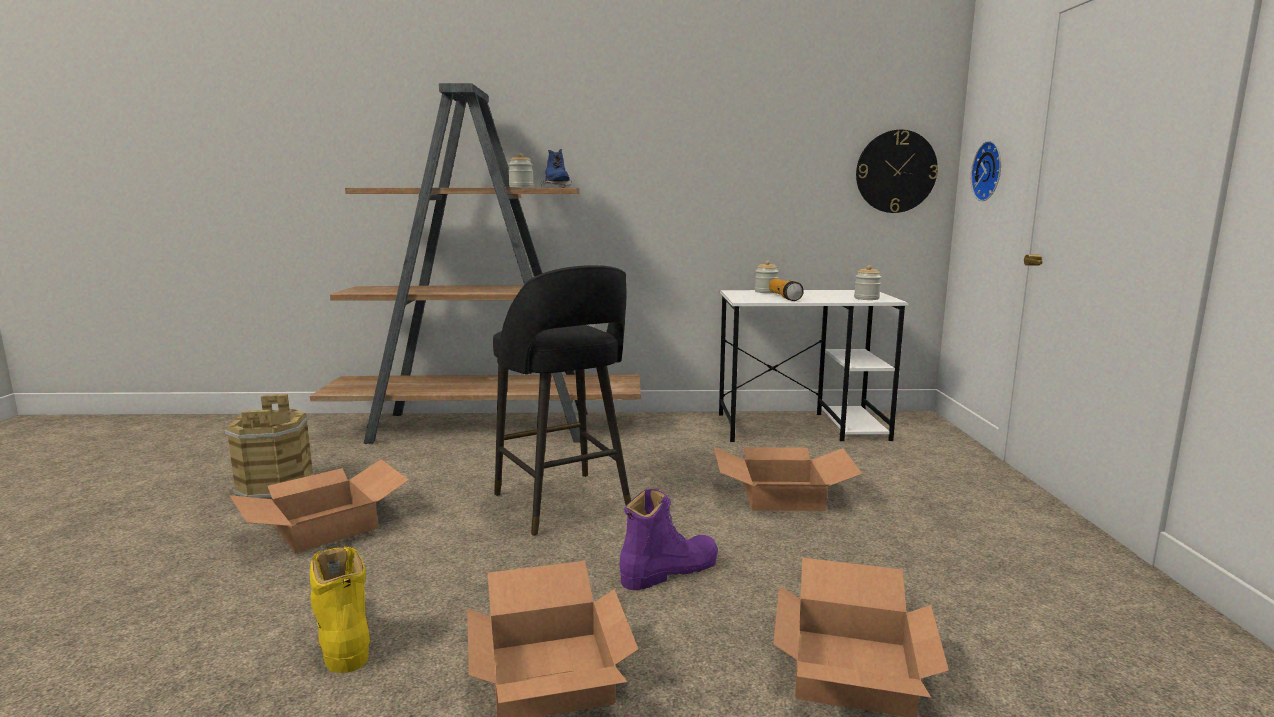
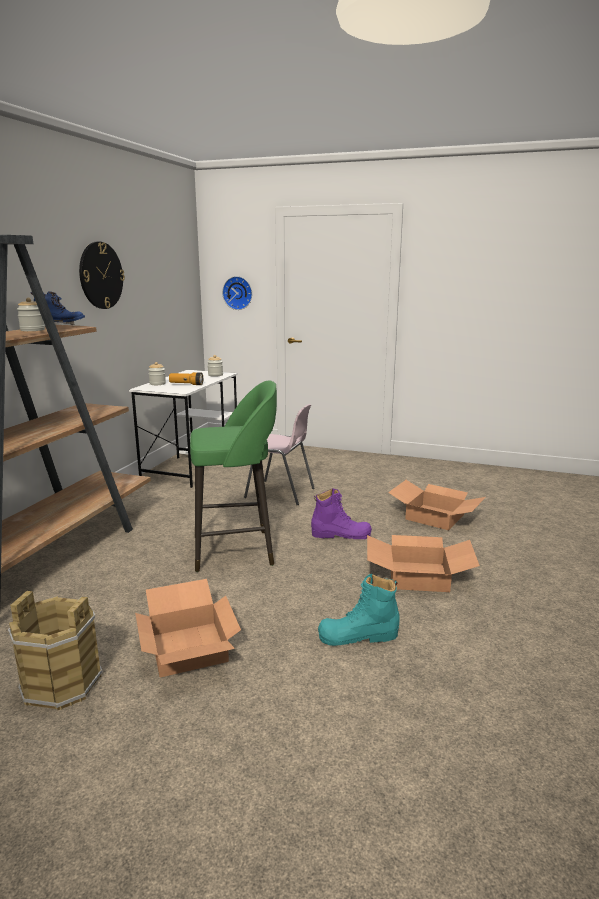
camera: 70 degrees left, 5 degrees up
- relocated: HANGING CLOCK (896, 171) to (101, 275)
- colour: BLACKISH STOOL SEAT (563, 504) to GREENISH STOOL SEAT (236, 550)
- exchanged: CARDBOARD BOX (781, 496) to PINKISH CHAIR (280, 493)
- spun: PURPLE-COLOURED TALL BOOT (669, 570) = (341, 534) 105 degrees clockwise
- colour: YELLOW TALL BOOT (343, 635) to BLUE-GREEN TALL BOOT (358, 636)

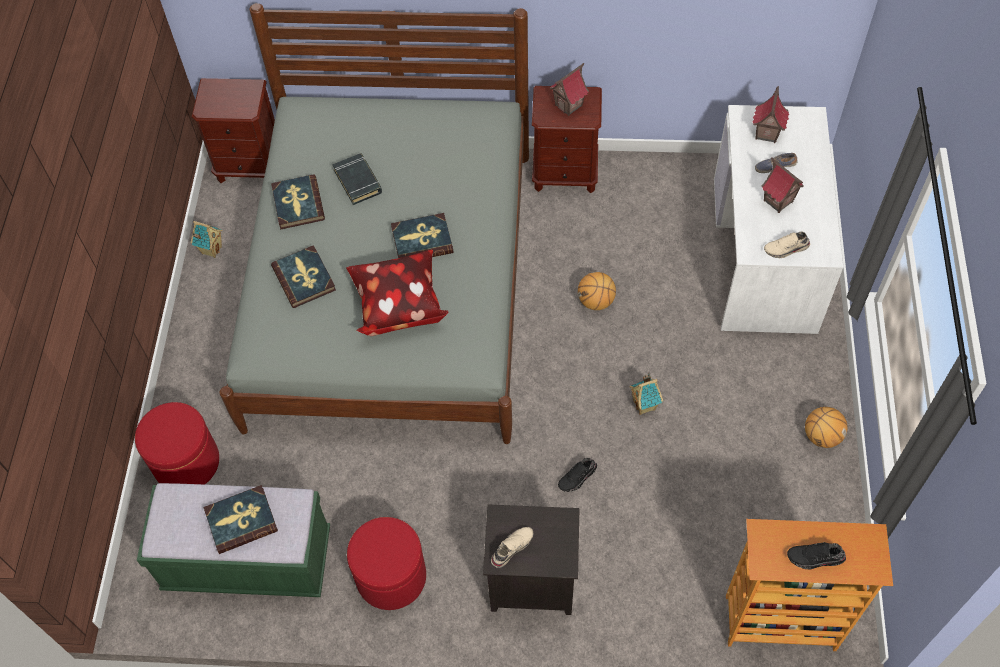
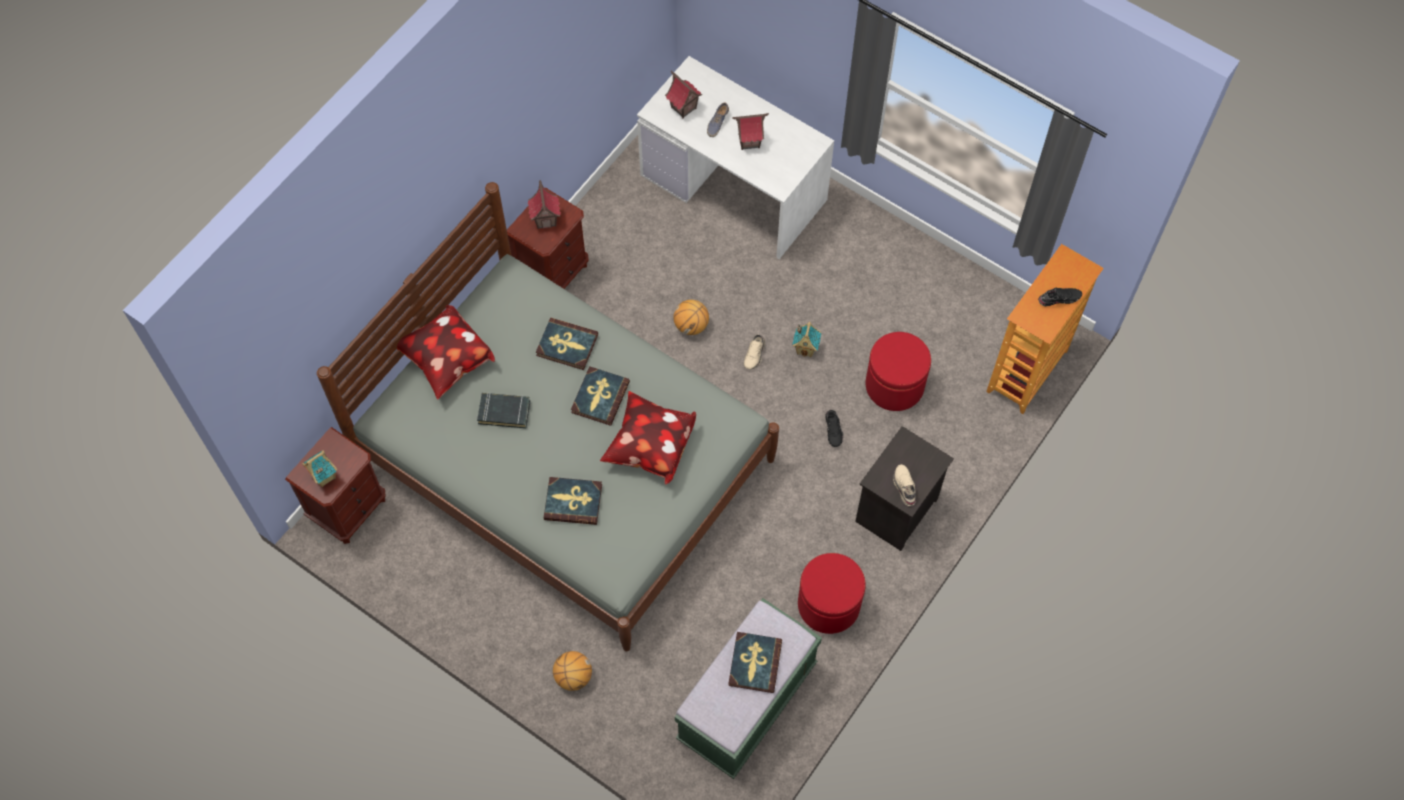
camera: 60 degrees left, 5 degrees up
- relocated: BOOK (298, 204) to (567, 345)
- relocated: MINIATURE HOUSE (211, 250) to (323, 477)
- relocated: SAND-COLOURED SHOE (786, 249) to (755, 354)
- relocated: RED FOOTREST (186, 462) to (894, 385)
- relocated: BASKETBALL (821, 436) to (573, 676)
- spun: BLACKISH SHOE (815, 558) = (1059, 298) 135 degrees counterclockwise
- appeared: THROW PILLOW (447, 362)

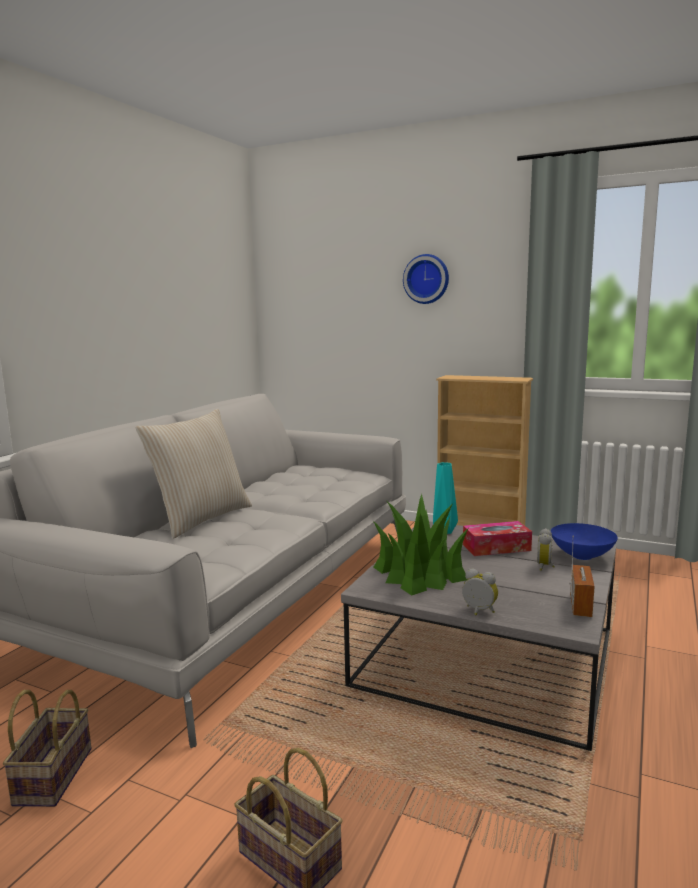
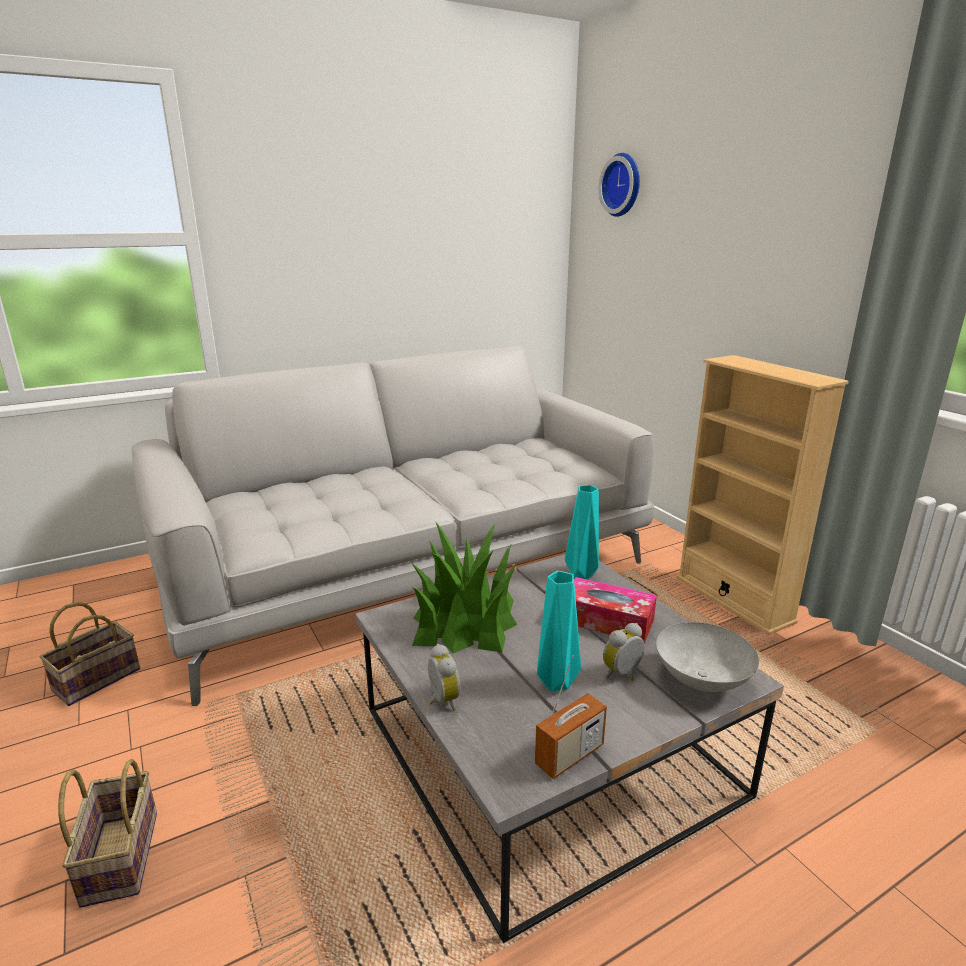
camera: 35 degrees right, 10 degrees up
- relocated: HANGING CLOCK (427, 279) to (623, 185)
- missing: SAND-COLOURED THROW PILLOW (201, 519)
- colour: BLUE DEEP DISH (583, 556) to GRAY DEEP DISH (703, 681)
- appeared: BLUE-GREEN VASE (558, 683)

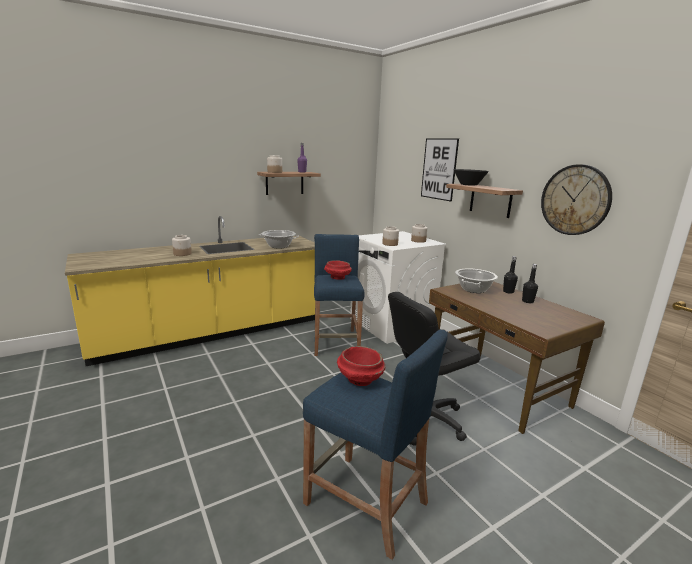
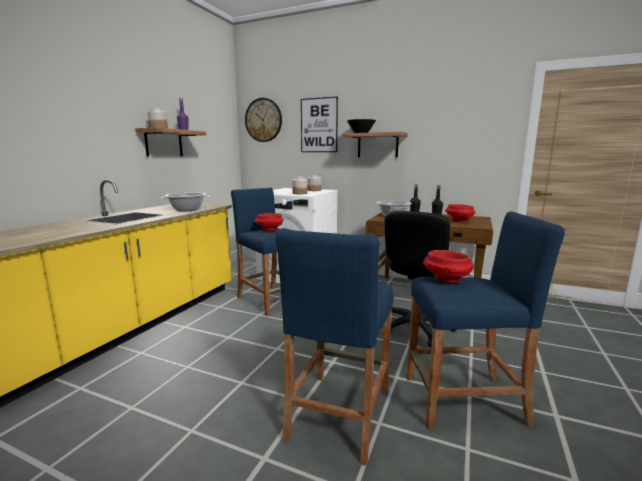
camera: 35 degrees left, 5 degrees down
- relocated: HANGING CLOCK (575, 200) to (263, 120)
- missing: STORAGE JAR (182, 254)
- appeared: RED DEEP DISH (458, 221)
- appeared: BLUE STOOL SEAT (338, 414)

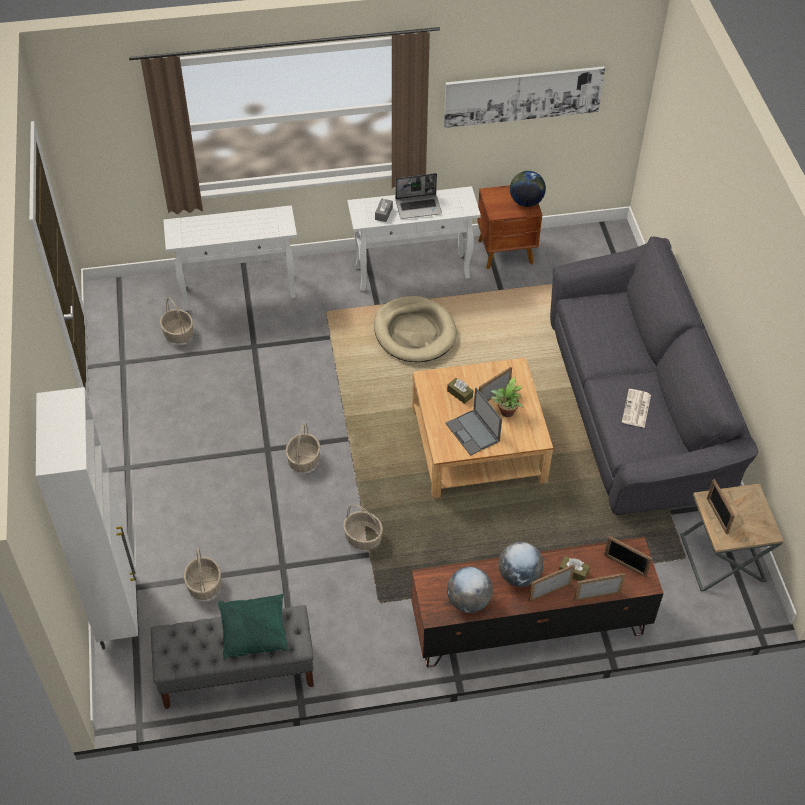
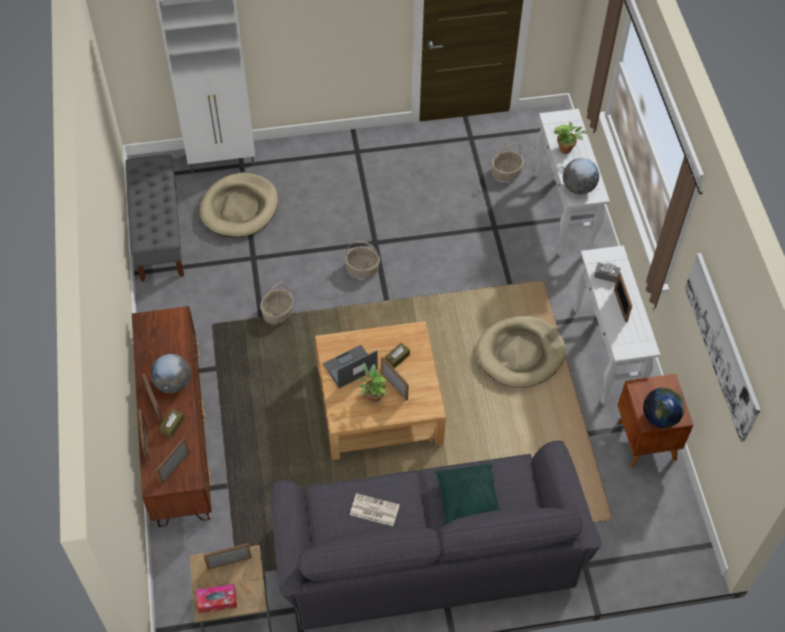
camera: 90 degrees right, 5 degrees up
- exchanged: NOTEBOOK COMPUTER (418, 207) to PHOTO FRAME (620, 305)
- exchanged: HOUSEHOLD BASKET (204, 585) to SAND-COLOURED DOG BED (239, 208)
- relocated: WORLD GLOBE (468, 601) to (578, 187)
- relocated: GREENISH THROW PILLOW (254, 631) to (468, 498)
- appeared: POTTED PLANT (567, 149)
- appeared: TISSUE HOLDER (217, 601)

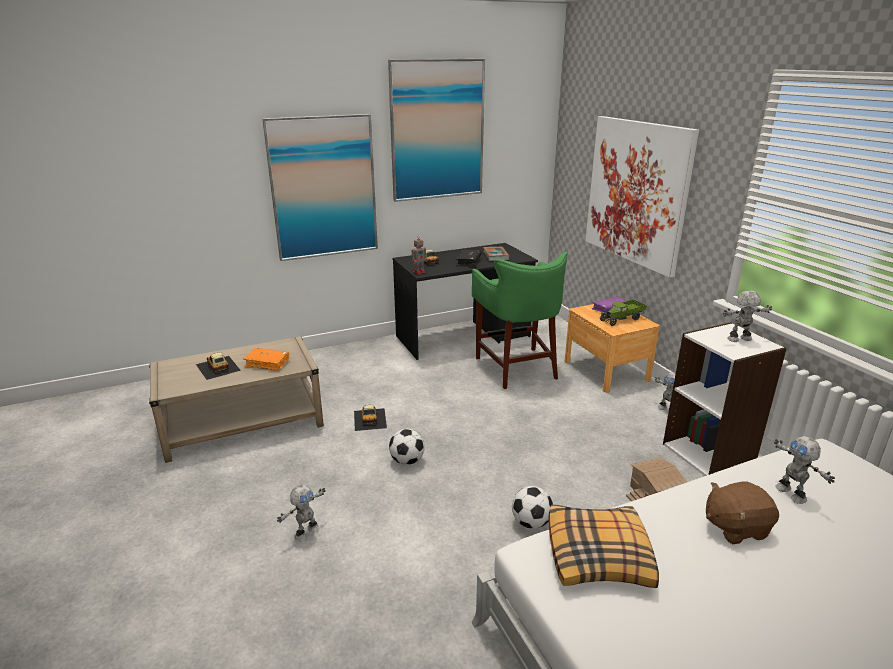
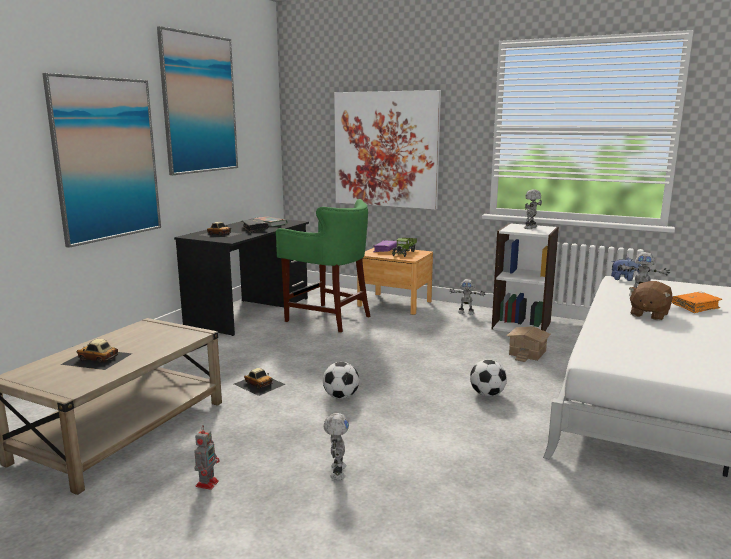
camera: 40 degrees left, 10 degrees down
- relocated: TOY ROBOT (419, 272) to (207, 483)
- relocated: ORANGE-COLOURED BOOK (267, 363) to (695, 307)
- missing: THROW PILLOW (599, 555)
- appeared: PLUSH TOY (624, 279)

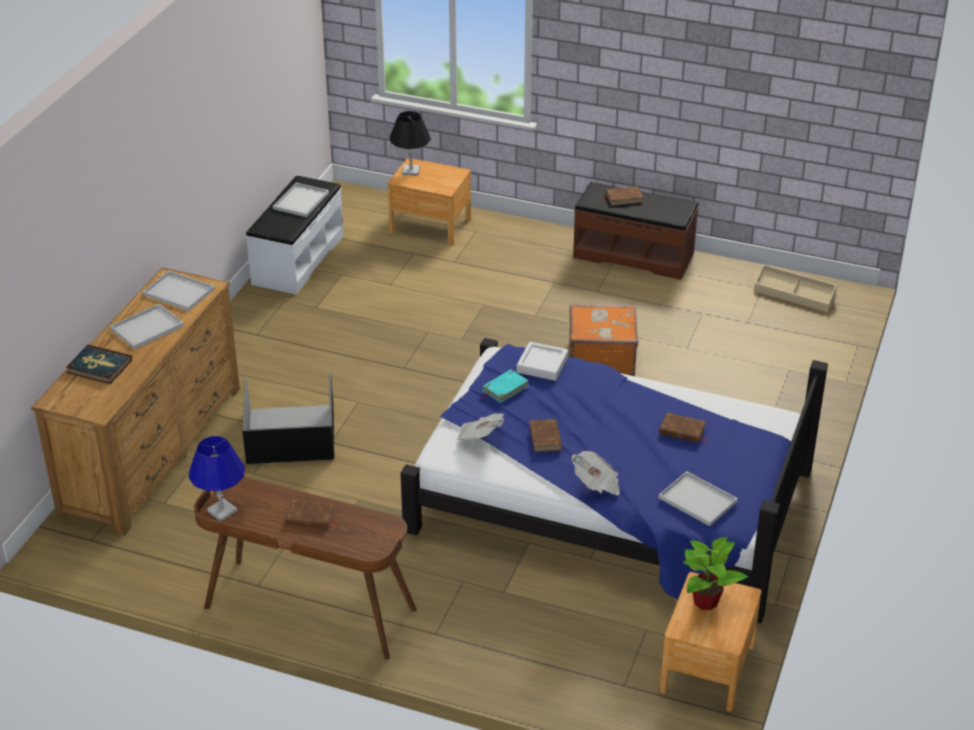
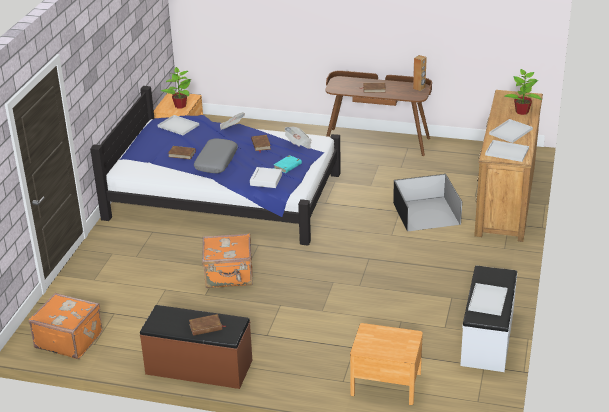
camera: 175 degrees right, 5 degrees down
- missing: BLACKISH TABLETOP LAMP (411, 171)
- exchanged: SAND-COLOURED STORAGE CONTAINER (794, 296) to ORANGE-COLOURED SUITCASE (69, 339)
- exchanged: BOOK (99, 367) to POTTED PLANT (522, 112)
- exchanged: BLUE TABLETOP LAMP (222, 510) to BROWN AUDIO SPEAKER (419, 88)
- appeared: GRAY THROW PILLOW (216, 161)

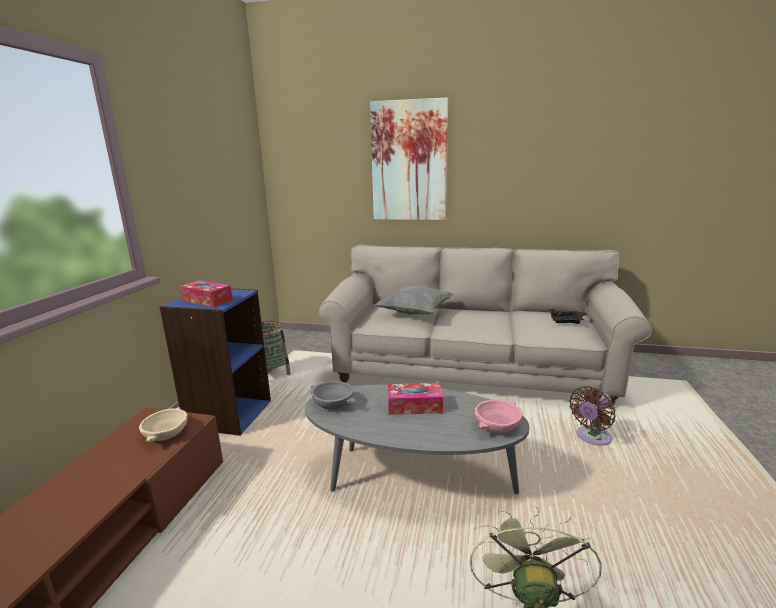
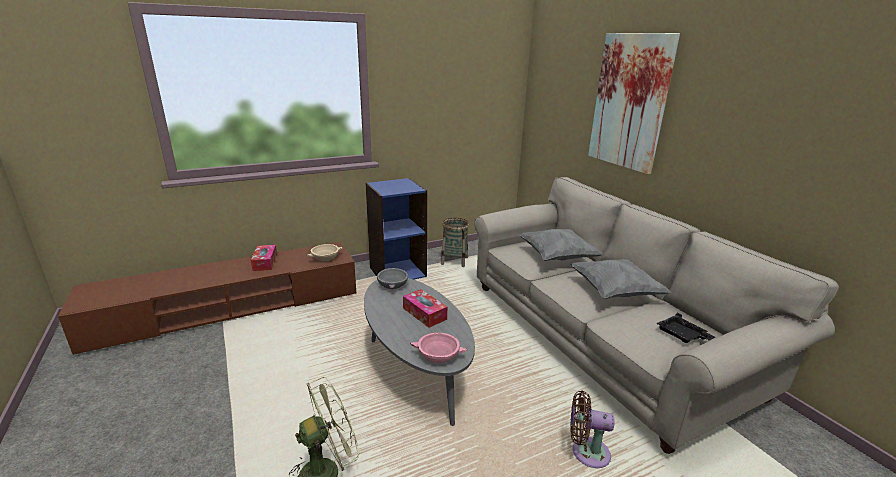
camera: 50 degrees right, 5 degrees up
- relocated: TISSUE HOLDER (207, 300) to (265, 262)
- appeared: GRAY THROW PILLOW (614, 292)

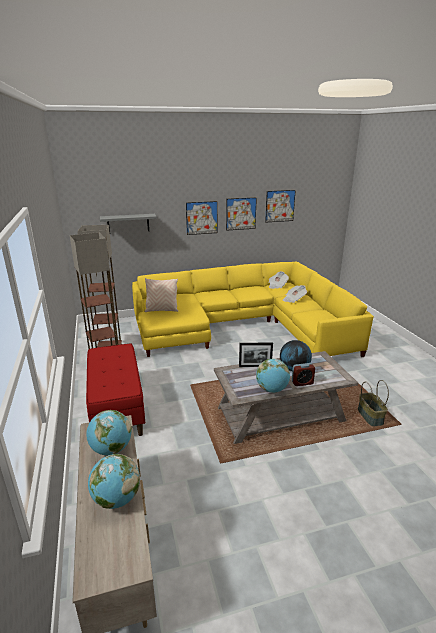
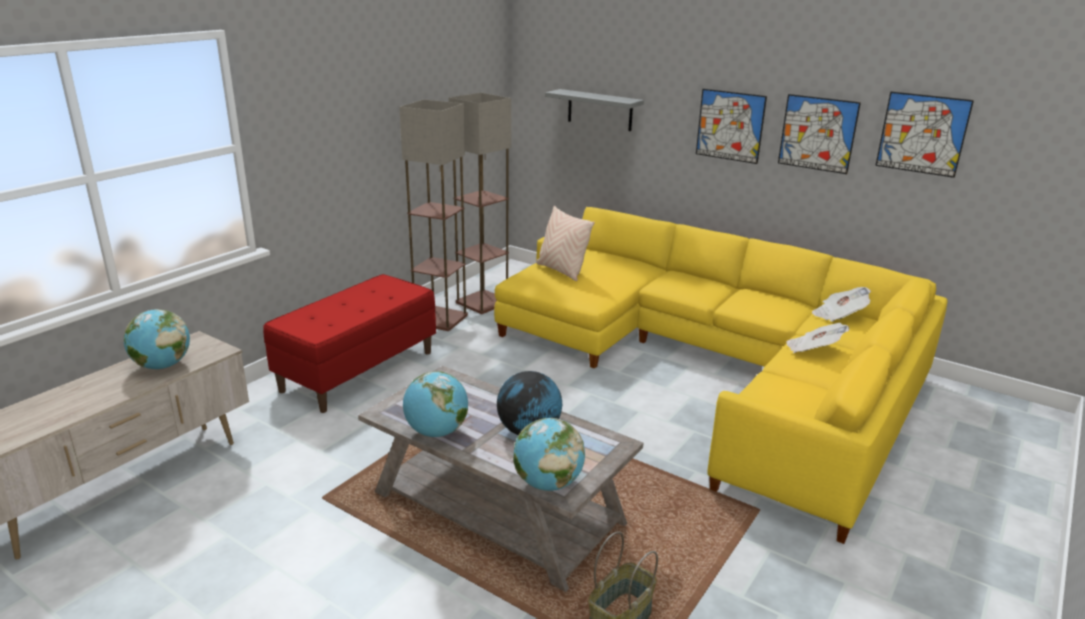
camera: 50 degrees right, 0 degrees up
- missing: PHOTO FRAME (255, 366)
- missing: ALARM CLOCK (302, 383)
- relocated: WORLD GLOBE (116, 499) to (548, 483)

